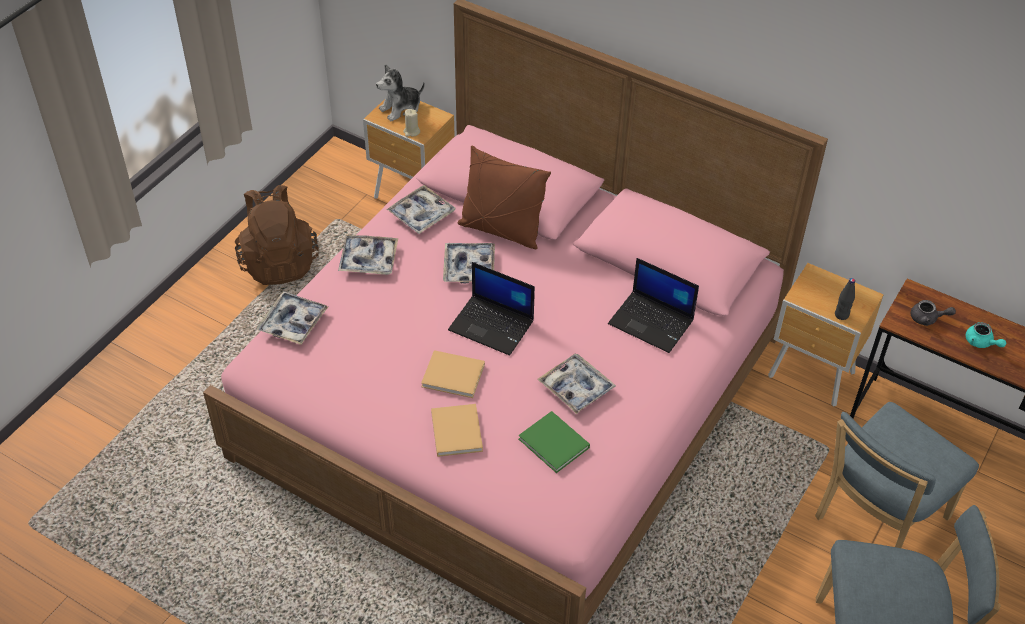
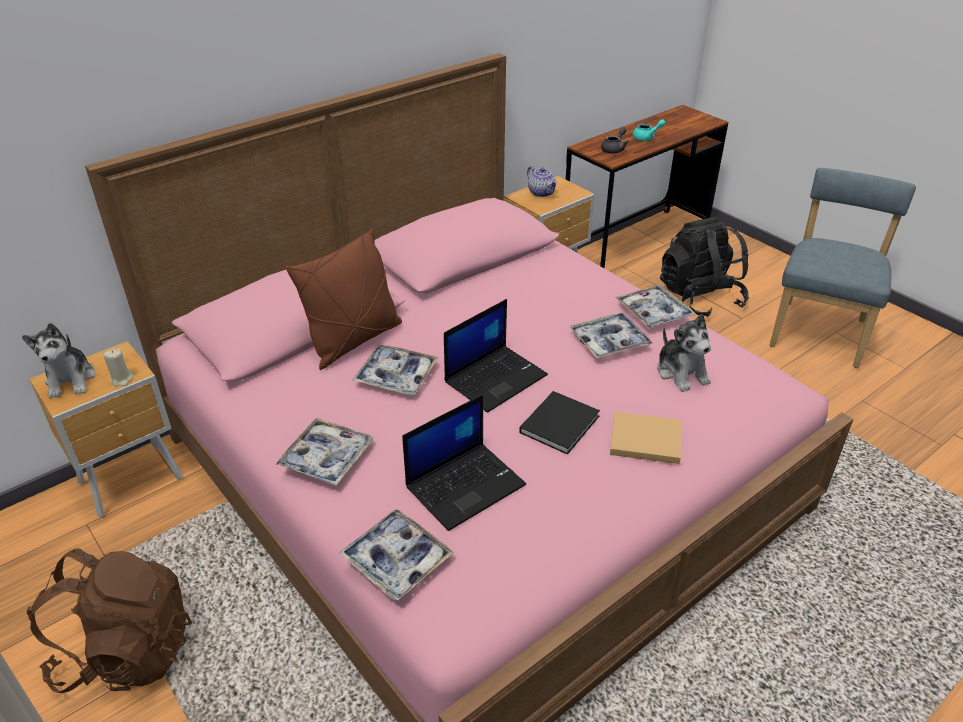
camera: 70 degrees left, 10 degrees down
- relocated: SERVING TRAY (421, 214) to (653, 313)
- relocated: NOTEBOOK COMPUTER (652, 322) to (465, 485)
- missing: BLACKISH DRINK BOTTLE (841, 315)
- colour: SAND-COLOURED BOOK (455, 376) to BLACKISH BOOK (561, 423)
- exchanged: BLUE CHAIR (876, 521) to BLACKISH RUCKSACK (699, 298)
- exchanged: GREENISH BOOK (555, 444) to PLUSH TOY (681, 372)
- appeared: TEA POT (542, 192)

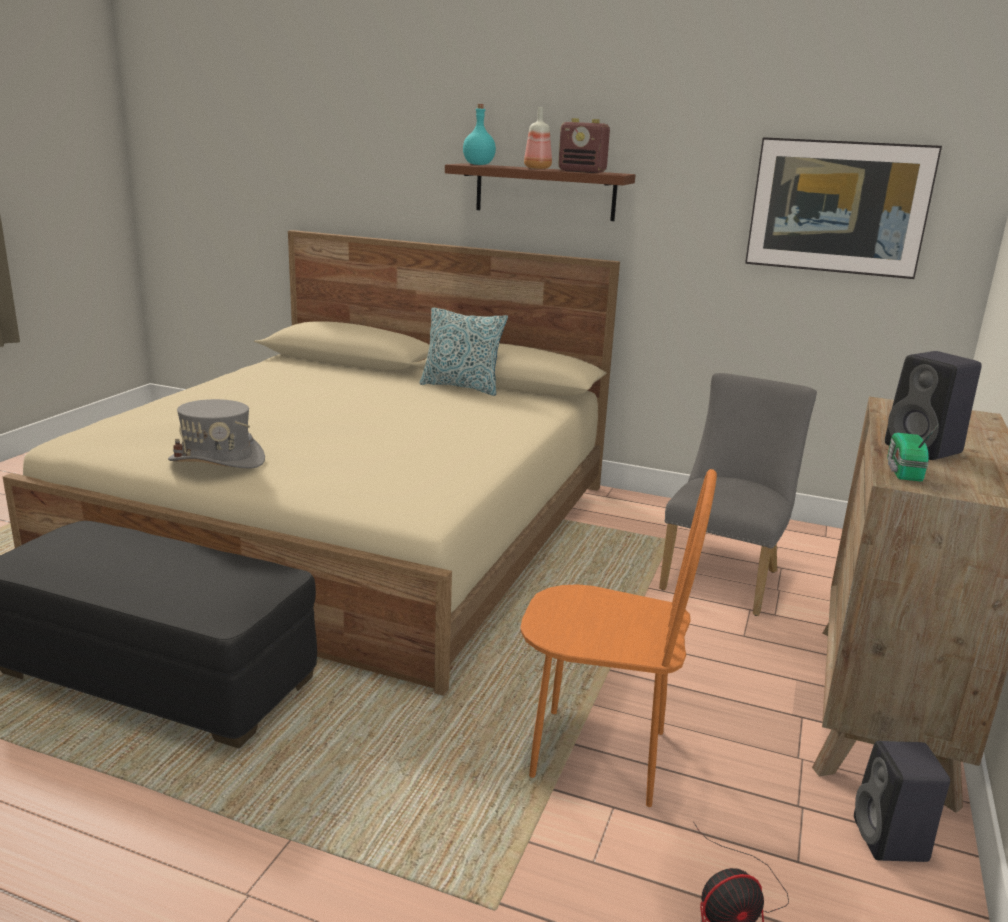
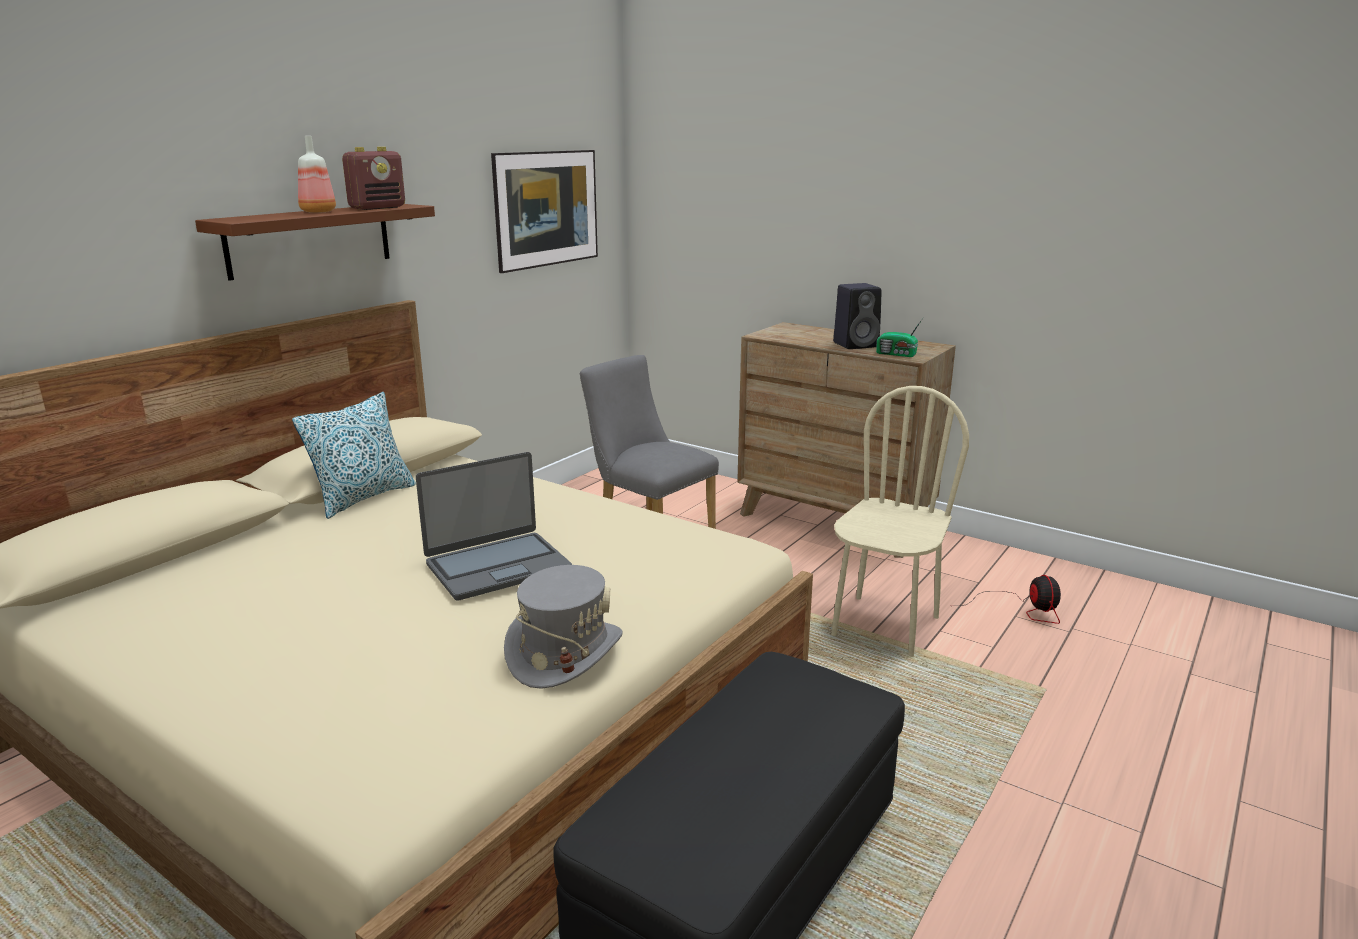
camera: 75 degrees left, 0 degrees up
- missing: BLUE-GREEN DRINK BOTTLE (478, 164)
- colour: ORANGE-COLOURED CHAIR (598, 755) to SAND-COLOURED CHAIR (884, 626)
- missing: BLACKISH AUDIO SPEAKER (891, 841)
- appeared: NOTEBOOK COMPUTER (497, 566)

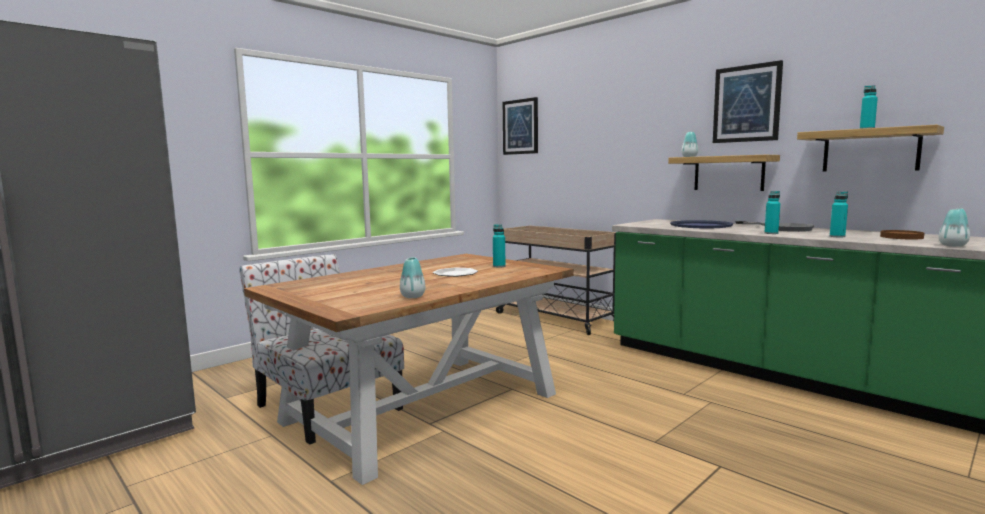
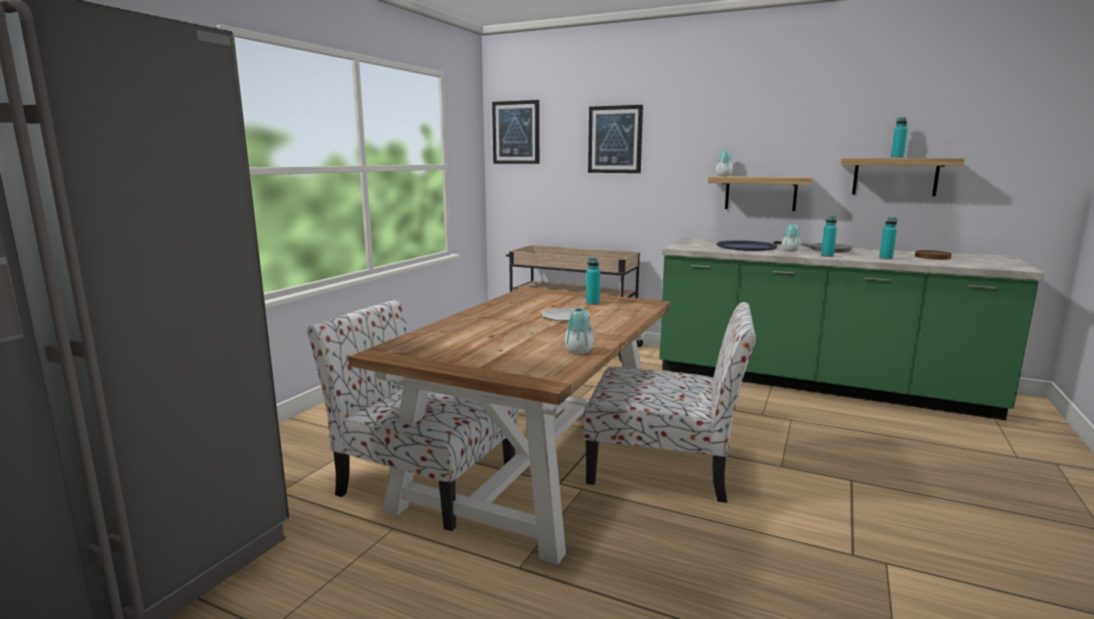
camera: 20 degrees left, 5 degrees up
- relocated: WALL ART (746, 104) to (615, 139)
- relocated: VASE (952, 245) to (790, 251)
- appeared: CHAIR (664, 466)

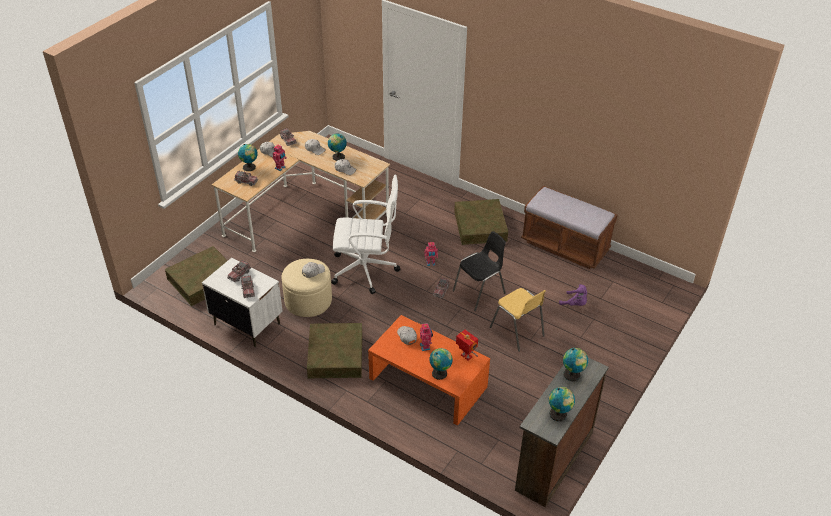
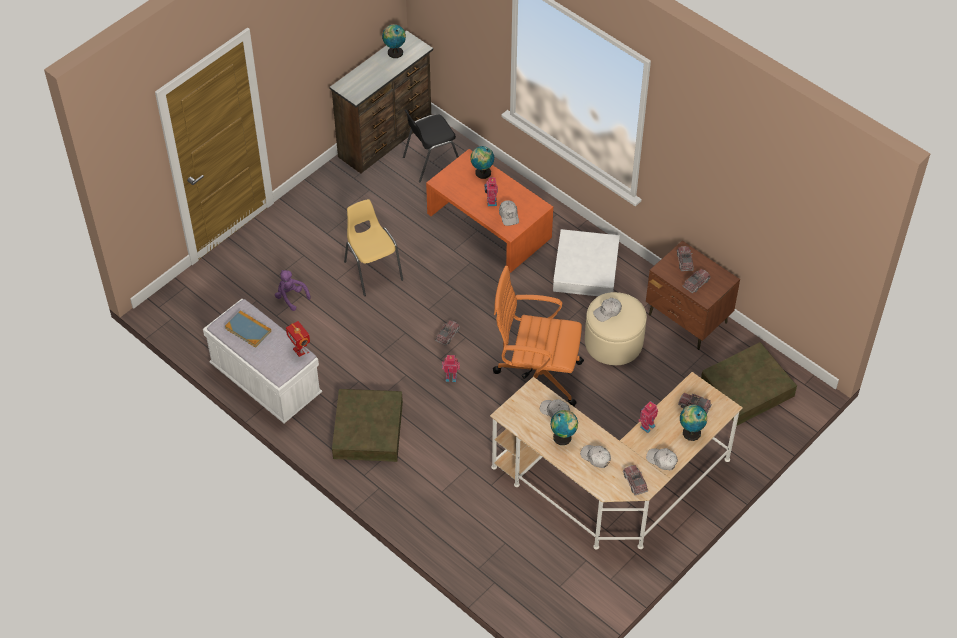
camera: 170 degrees left, 10 degrees up
- colour: WHITISH OFFICE CHAIR (366, 270) to ORANGE-COLOURED OFFICE CHAIR (536, 377)
- colour: BROWN LONG SEAT (565, 246) to WHITISH LONG SEAT (266, 381)
- relocated: BLACKISH CHAIR (480, 292) to (431, 162)
- colour: WHITISH BEDSIDE TABLE (247, 324) to BROWN BEDSIDE TABLE (687, 319)
- colour: BROWN STORAGE CONTAINER (335, 355) to WHITISH STORAGE CONTAINER (586, 268)
- relocated: TOY ROBOT (466, 356) to (300, 351)
- missing: WORLD GLOBE (573, 375)
- appeared: BOOK (248, 330)

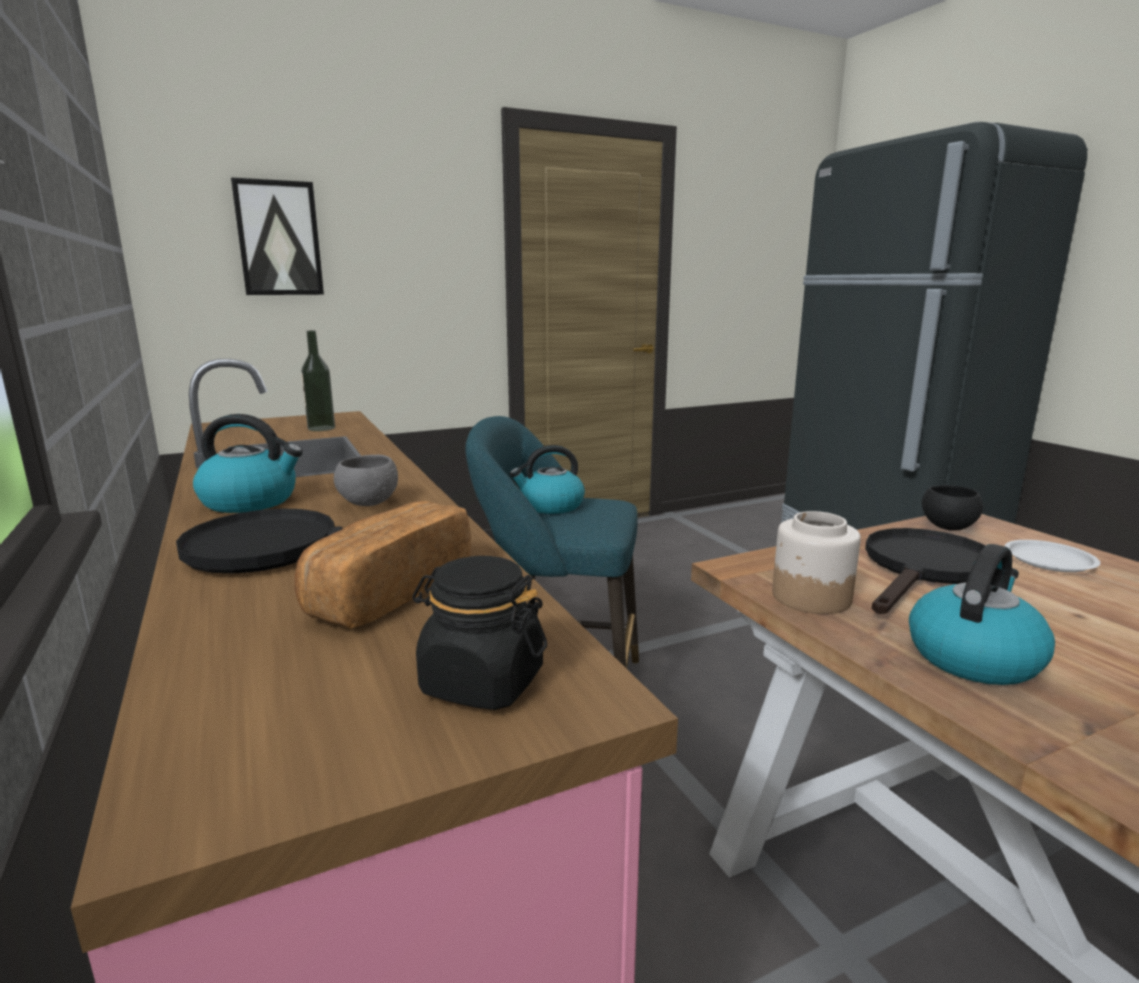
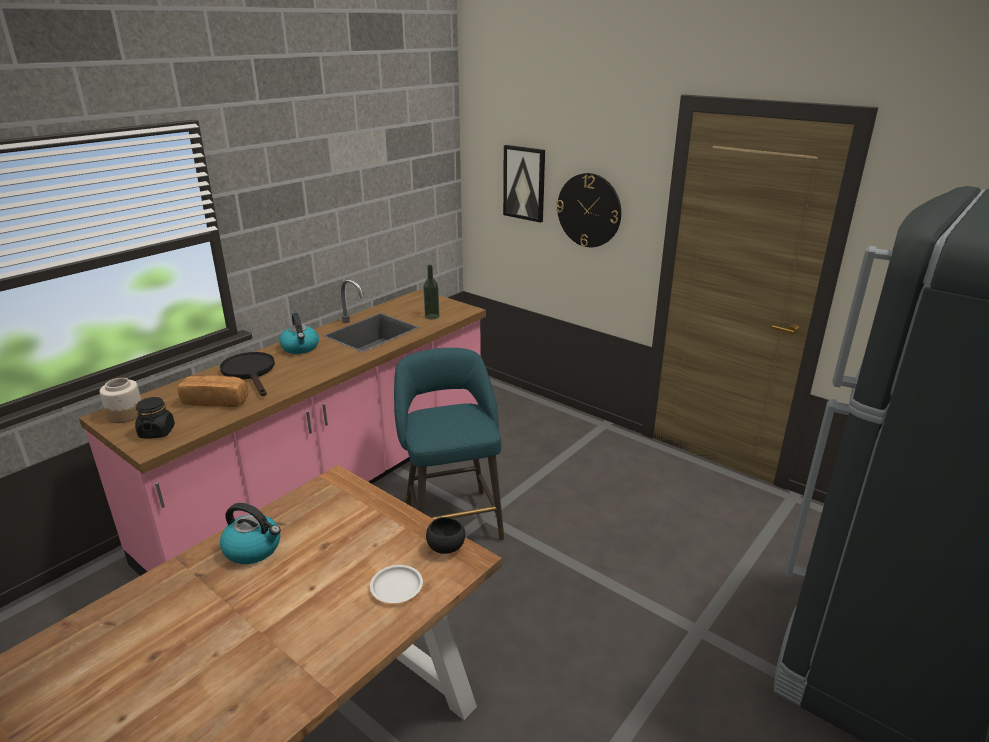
camera: 65 degrees right, 10 degrees up
- missing: TEA KETTLE (550, 506)
- missing: GRAY DEEP DISH (368, 503)
- relocated: STORAGE JAR (810, 597) to (126, 414)
- missing: BLACKISH SKILLET (924, 570)
- appeared: HANGING CLOCK (589, 210)

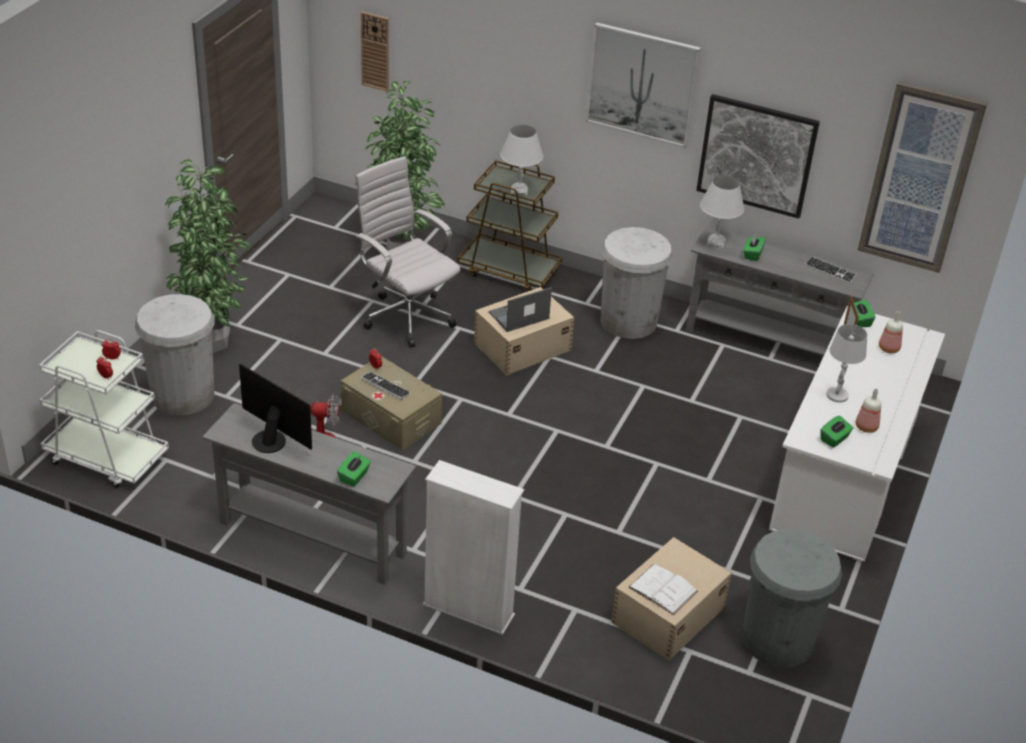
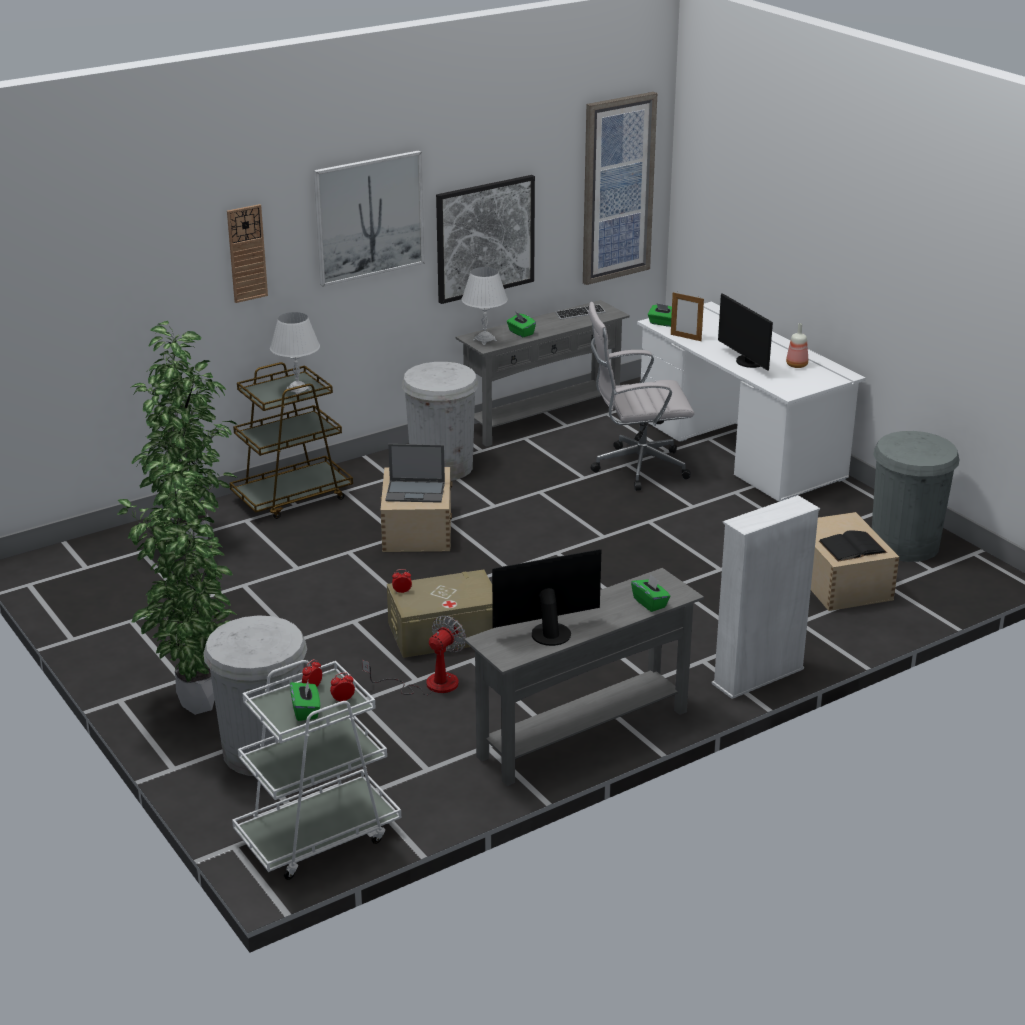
camera: 55 degrees left, 10 degrees down
- relocated: HANGING CLOCK (375, 51) to (247, 253)
- relocated: WHITISH OFFICE CHAIR (406, 316) to (636, 468)
- spun: NOTEBOOK COMPUTER (518, 316) = (416, 491) 90 degrees counterclockwise
- missing: DRINK BOTTLE (889, 348)
- exchanged: WHITISH TABLETOP LAMP (837, 395) to COMPUTER SCREEN (748, 362)
- missing: PC KEYBOARD (385, 386)
- relocated: GREENISH TISSUE HOLDER (834, 439) to (306, 710)
- colour: WHITISH BOOK (663, 589) to BLACKISH BOOK (852, 547)

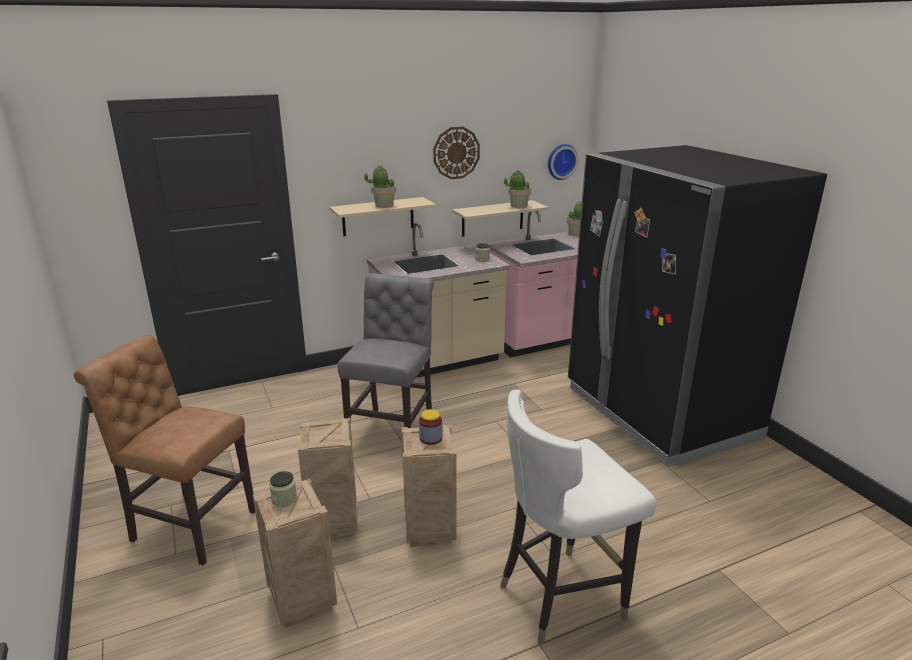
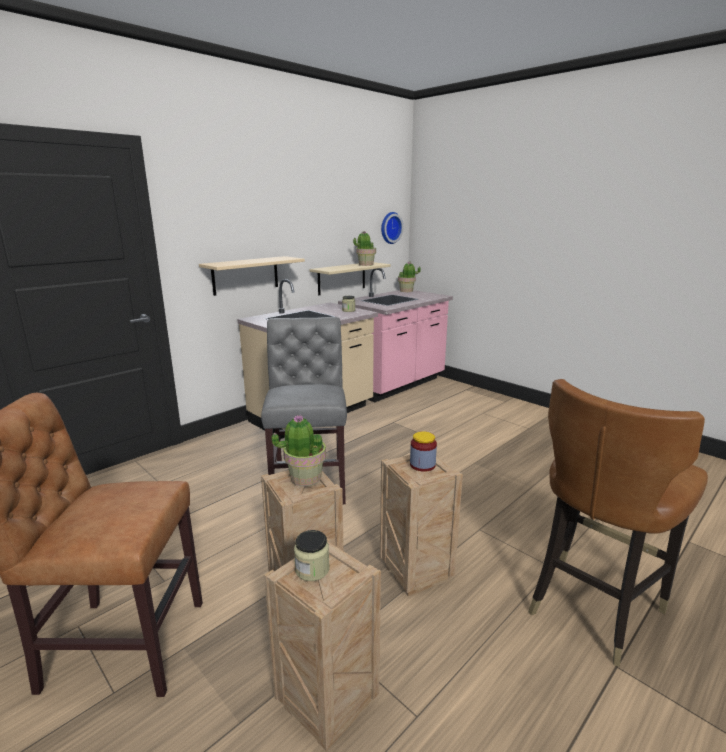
camera: 20 degrees left, 5 degrees down
- missing: HANGING CLOCK (456, 153)
- missing: BLACKISH FRIDGE (659, 412)
- relocated: POTTED PLANT (384, 205) to (305, 478)
- colour: WHITISH CHAIR (561, 597) to BROWN CHAIR (592, 606)

